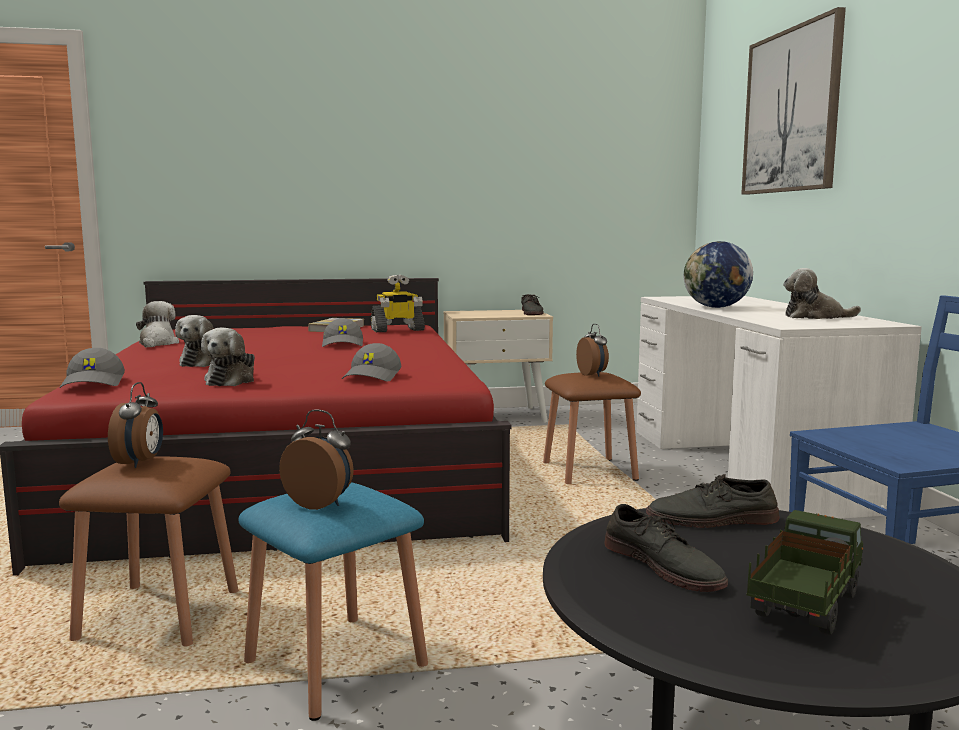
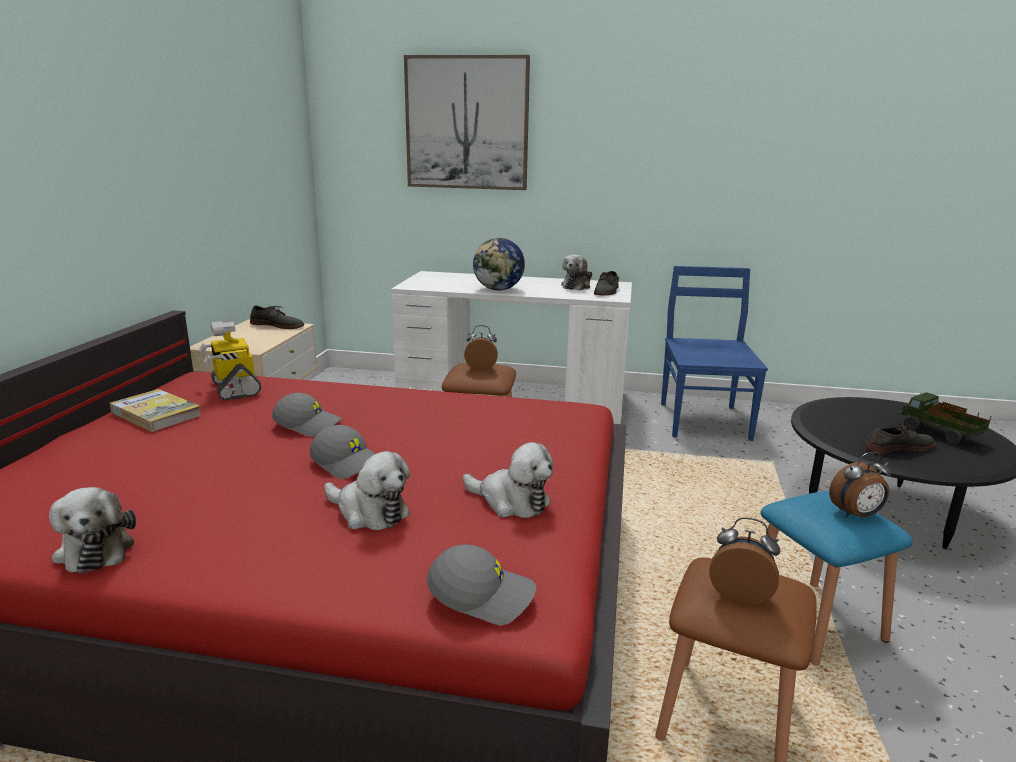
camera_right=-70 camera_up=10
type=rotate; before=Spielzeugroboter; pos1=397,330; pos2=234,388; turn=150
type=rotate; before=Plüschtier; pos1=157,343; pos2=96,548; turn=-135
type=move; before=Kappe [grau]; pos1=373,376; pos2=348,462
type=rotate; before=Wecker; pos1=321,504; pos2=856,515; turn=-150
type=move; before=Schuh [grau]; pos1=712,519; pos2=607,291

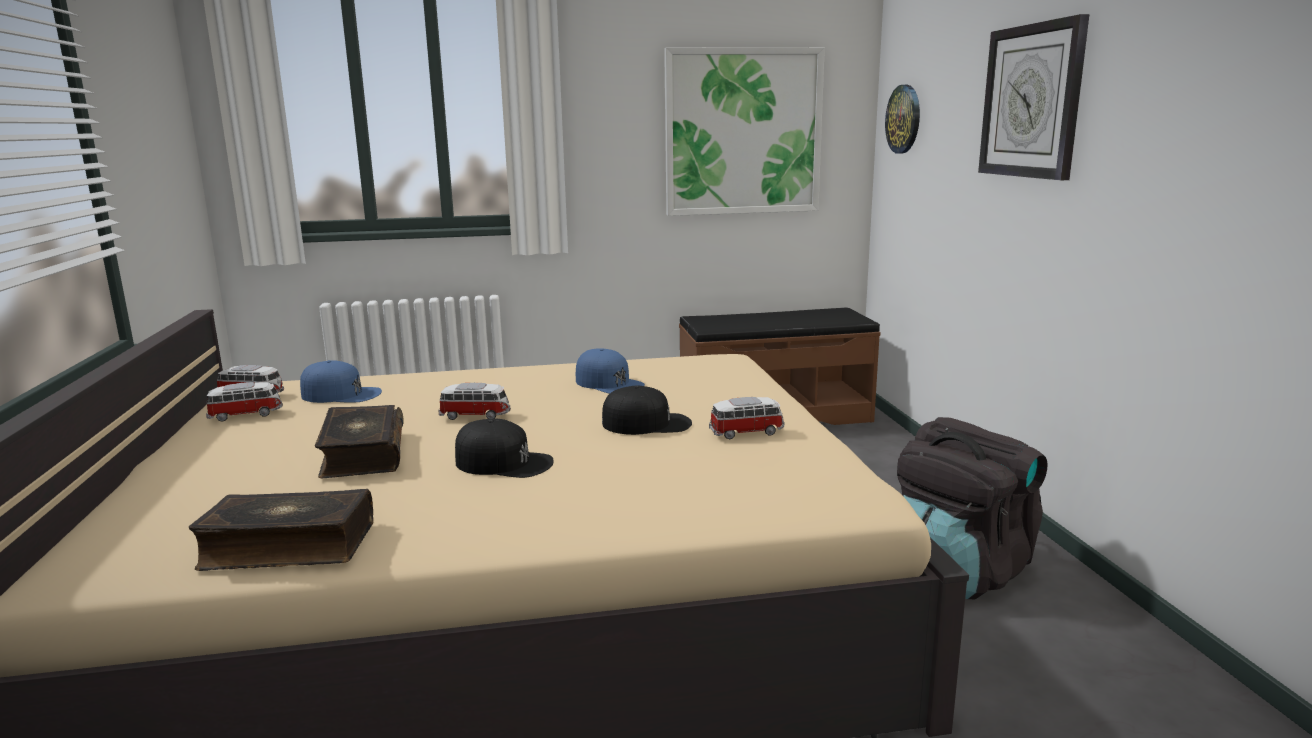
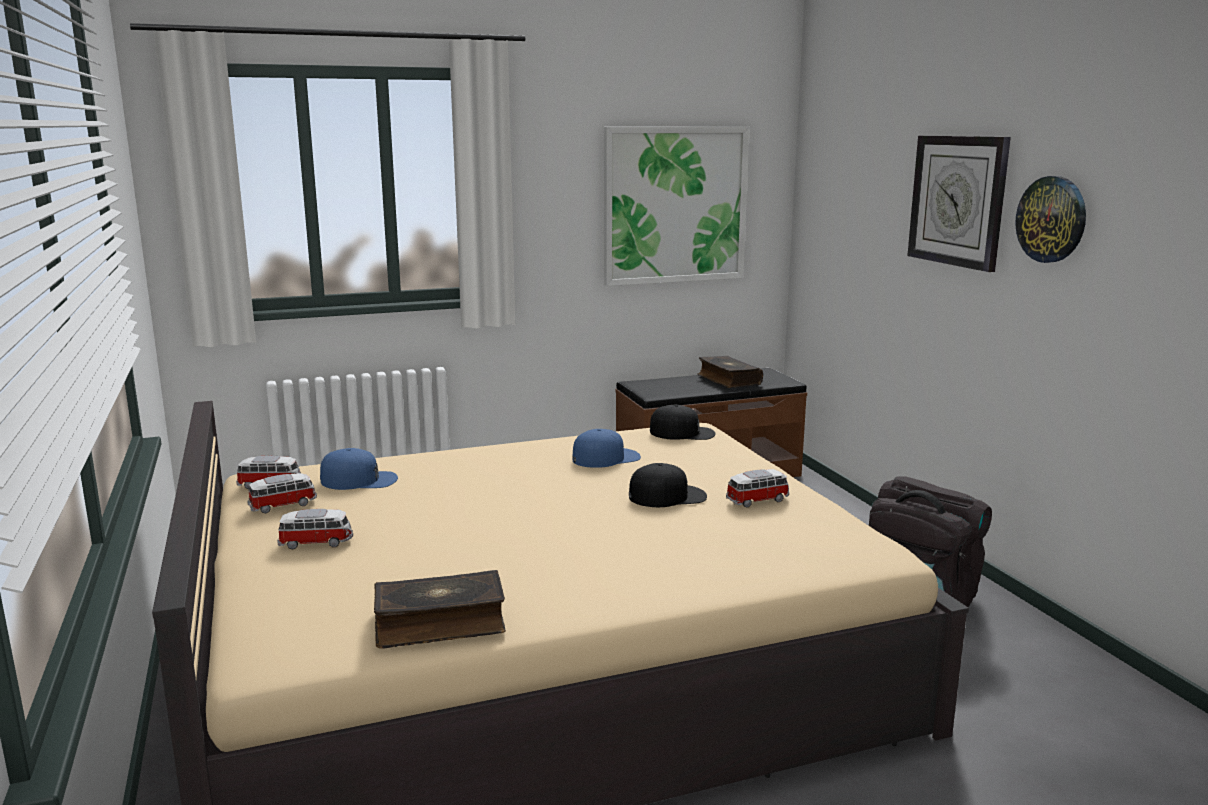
camera_right=-10 camera_up=0
type=move; before=Wanduhr; pos1=904,119; pos2=1051,219
type=rotate; before=Kappe [blau]; pos1=609,383; pos2=606,458; turn=-60
type=move; before=Spielzeugauto; pos1=476,416; pos2=316,543
type=move; before=Buch; pos1=362,455; pos2=728,380
type=move; before=Kappe [schwarz]; pos1=504,462; pos2=682,432

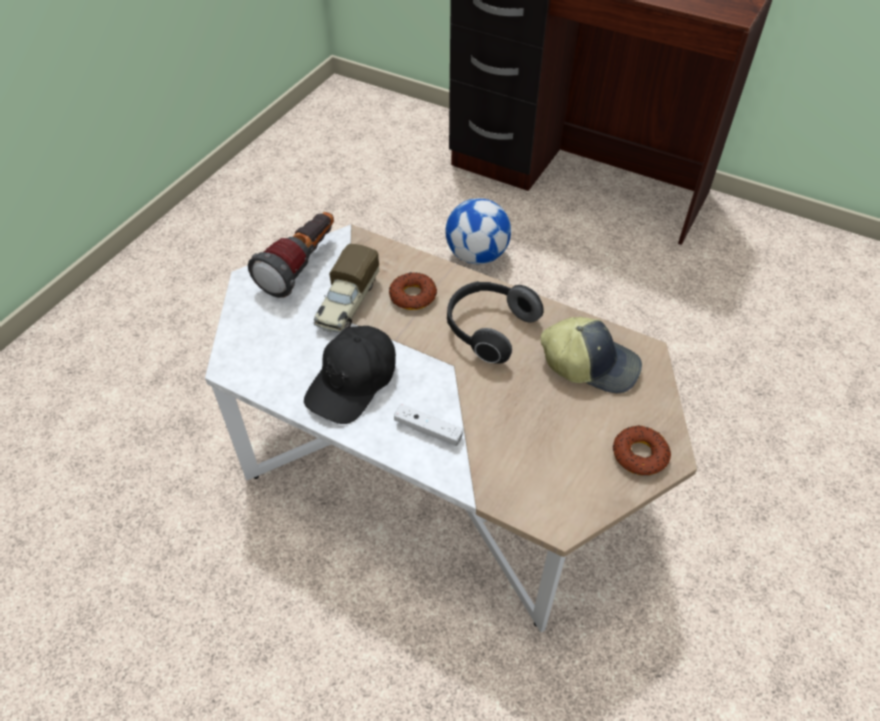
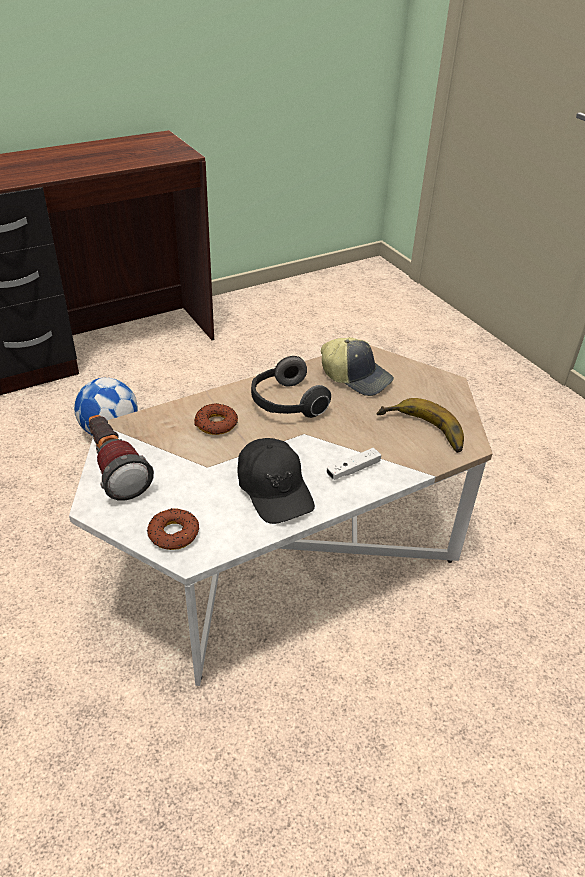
camera_right=-60 camera_up=-10
type=delete; before=Spielzeuglaster; pos1=347,304
type=rotate; before=Kappe; pos1=590,364; pos2=356,377; turn=75
type=move; before=Donut; pos1=639,454; pos2=173,533
type=insert; after=Banane; pos2=421,433

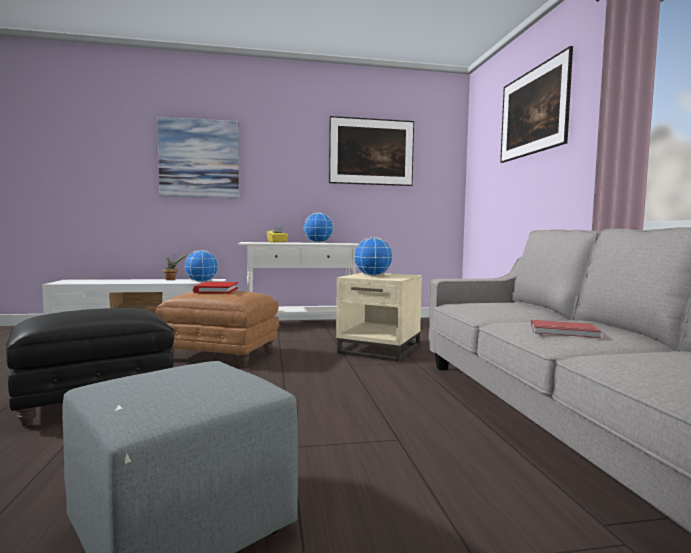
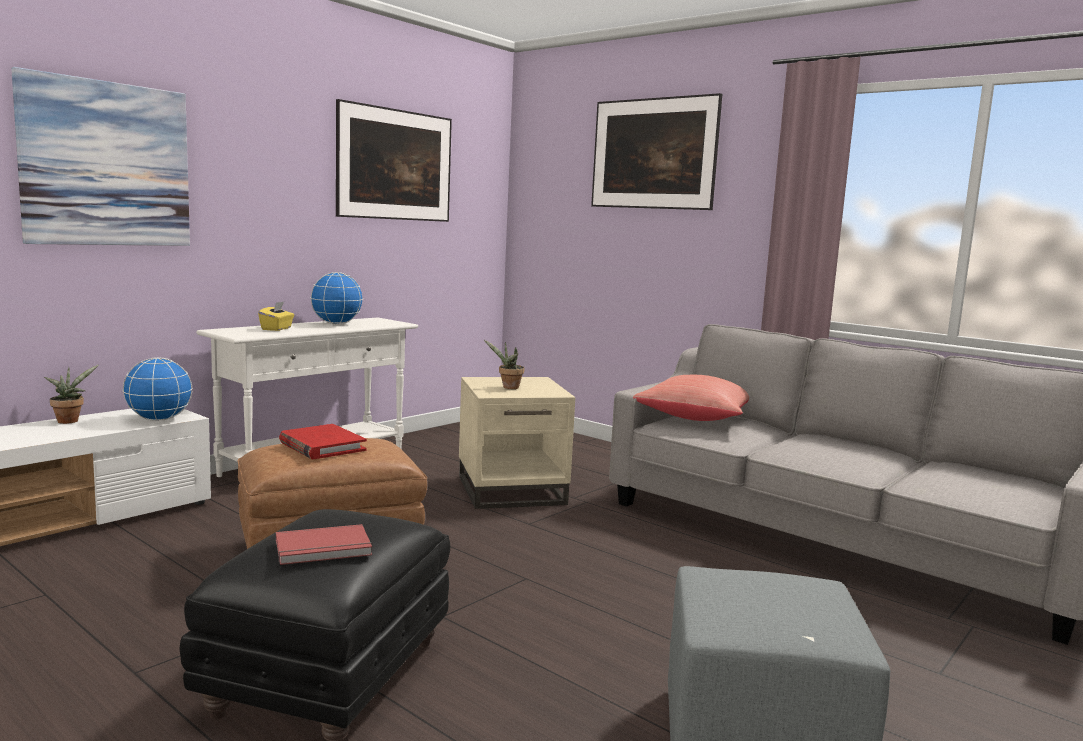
camera_right=-40 camera_up=5
type=replace; before=Globus; after=Topfpflanze; pos1=373,275; pos2=508,387
type=move; before=Buch [rot]; pos1=564,332; pos2=324,549
type=insert; after=Kissen [rot]; pos2=697,418

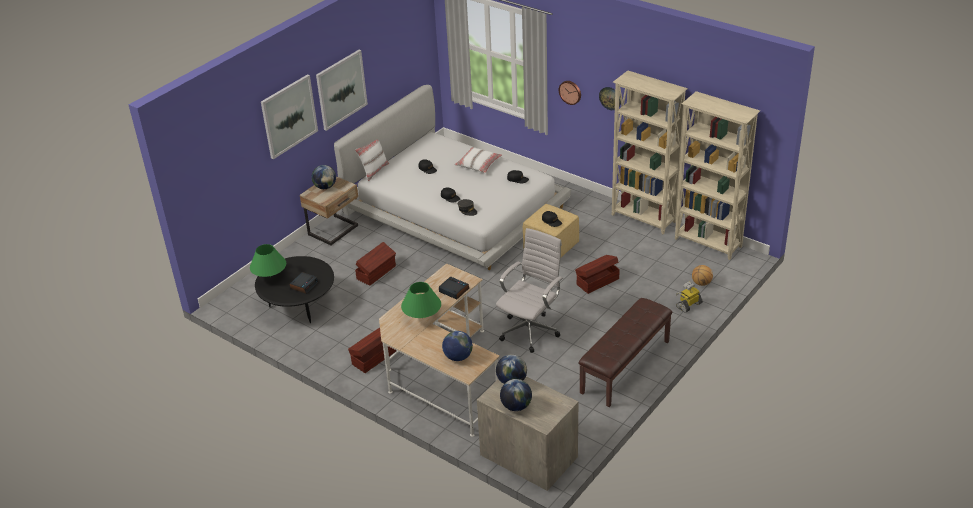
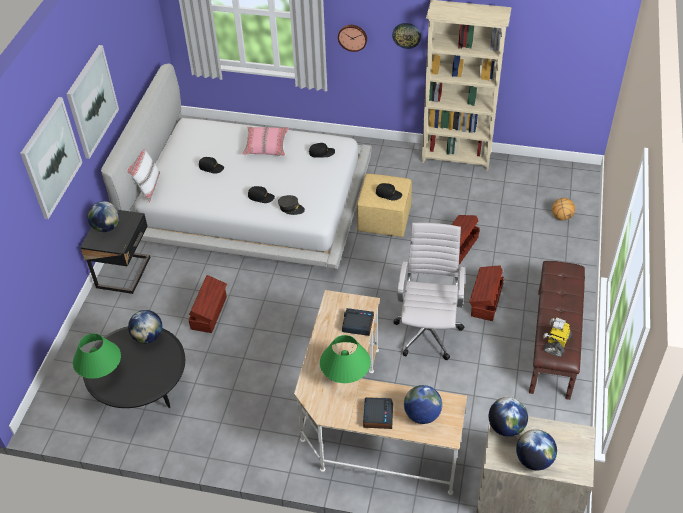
camera_right=-25 camera_up=10
type=delete; before=Bücherregal [beige]; pos1=708,243
type=recolor; before=Kissen [weiß]; after=Kissen [rosa]; pos1=478,164; pos2=266,146
type=recolor; before=Nachttisch [beige]; after=Nachttisch [schwarz]; pos1=334,231; pos2=125,273
type=move; before=Wecker; pos1=304,285; pos2=377,415
type=move; before=Spielzeugroboter; pos1=688,305; pos2=556,343
type=move; before=Aufbewahrungsbox [braun]; pos1=373,357; pos2=485,301
type=insert; after=Globus; pos2=148,336

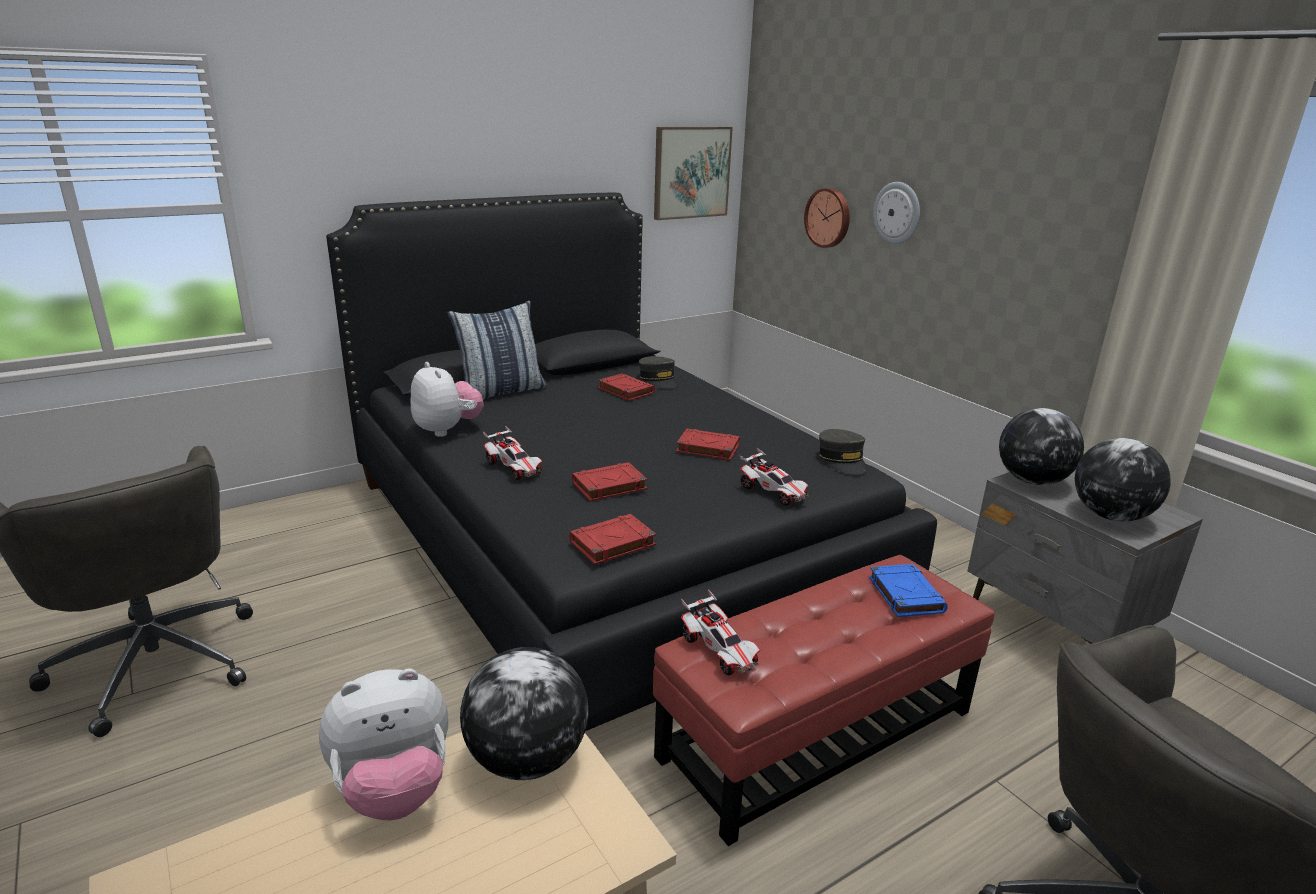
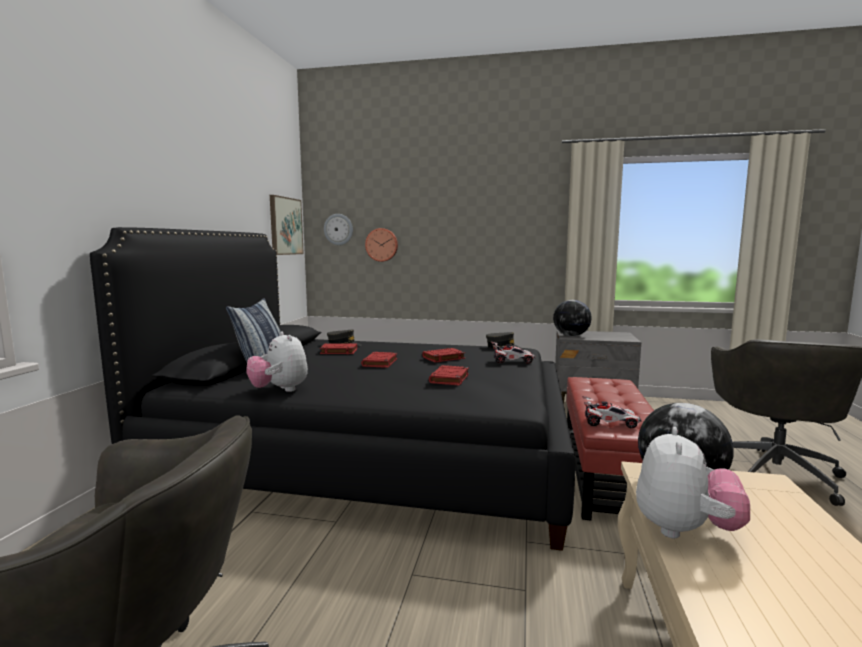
camera_right=-45 camera_up=-15
type=move; before=Wanduhr; pos1=897,213; pos2=338,229
type=rotate; before=Plüschtier; pos1=447,430; pos2=279,390; turn=-135
type=delete; before=Spielzeugauto; pos1=514,468
type=delete; before=Globus; pos1=1110,516
type=move; before=Buch [rot]; pos1=612,544; pos2=380,363
type=delete; before=Buch [blau]; pos1=904,594

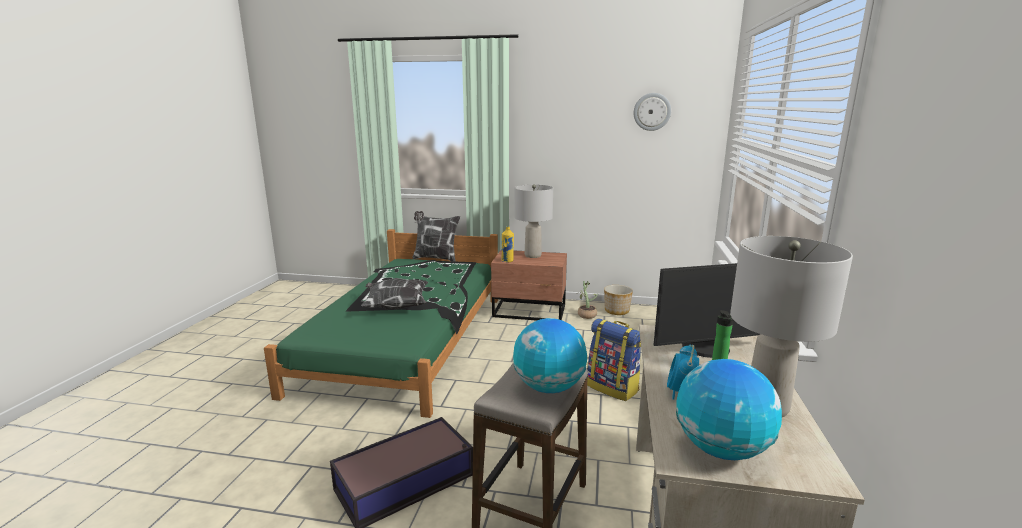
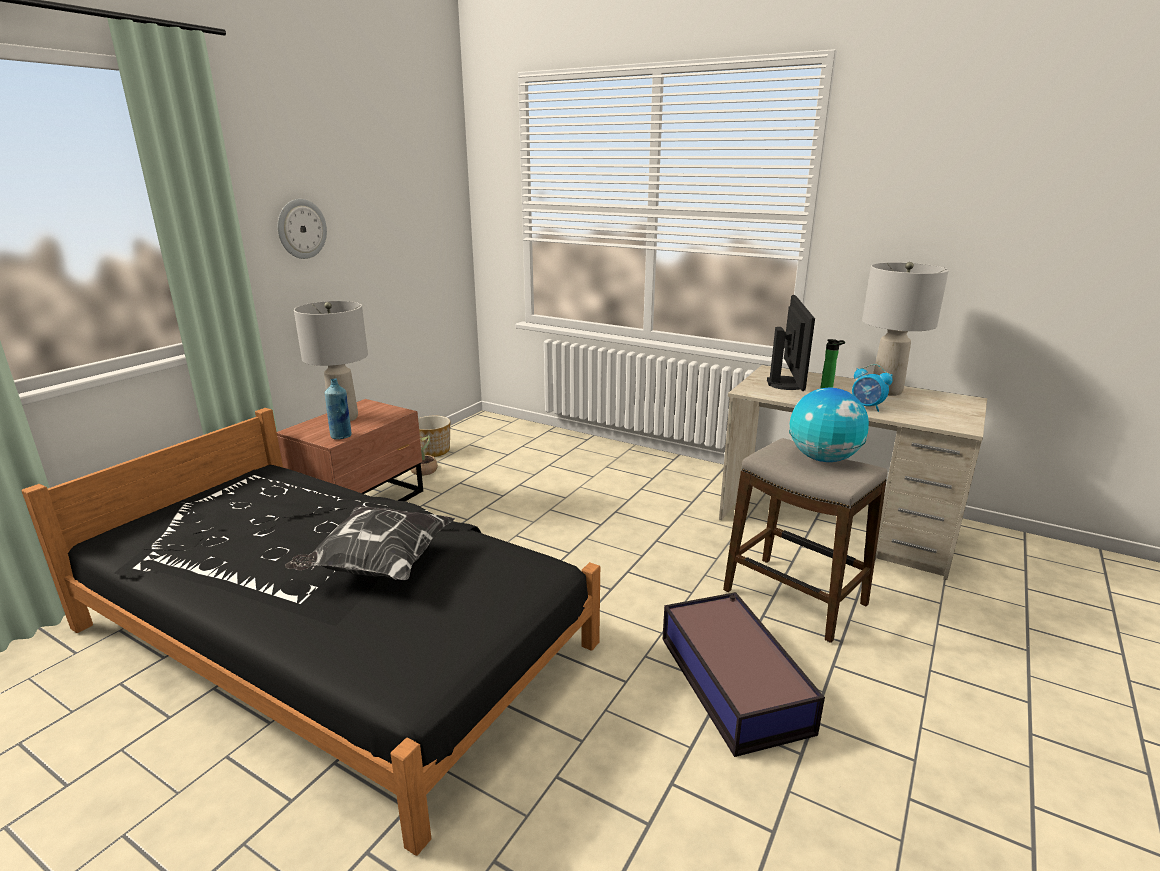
camera_right=-70 camera_up=5
type=move; before=Wanduhr; pos1=652,112; pos2=301,229
type=delete; before=Kissen; pos1=435,258
type=recolor; before=Flasche [gelb]; after=Flasche [blau]; pos1=507,261; pos2=341,436
type=recolor; before=Bett [grün]; after=Bett [schwarz]; pos1=407,340; pos2=331,635
type=delete; before=Rucksack; pos1=613,388
type=delete; before=Globus; pos1=721,449

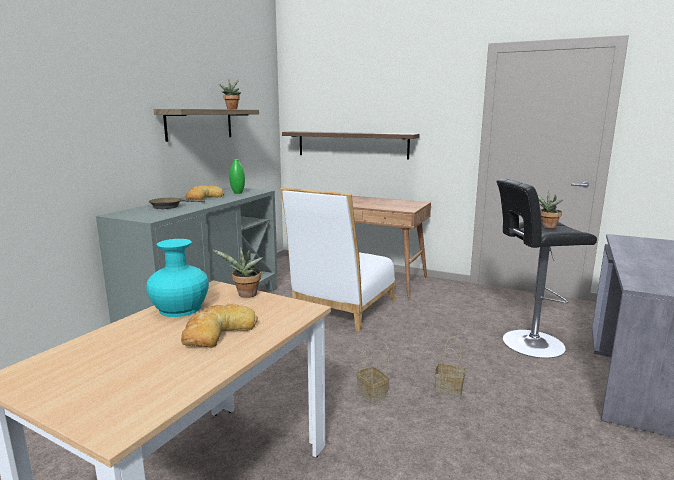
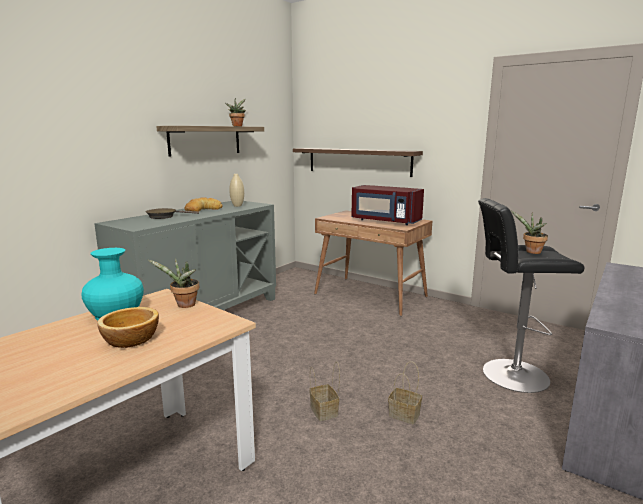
camera_right=10 camera_up=0
type=recolor; before=Vase [grün]; after=Vase [beige]; pos1=238,193; pos2=237,206
type=delete; before=Stuhl [weiß]; pos1=341,309
type=replace; before=Brot; after=Schüssel; pos1=217,332; pos2=130,340
type=insert; after=Mikrowelle [rot]; pos2=385,221

